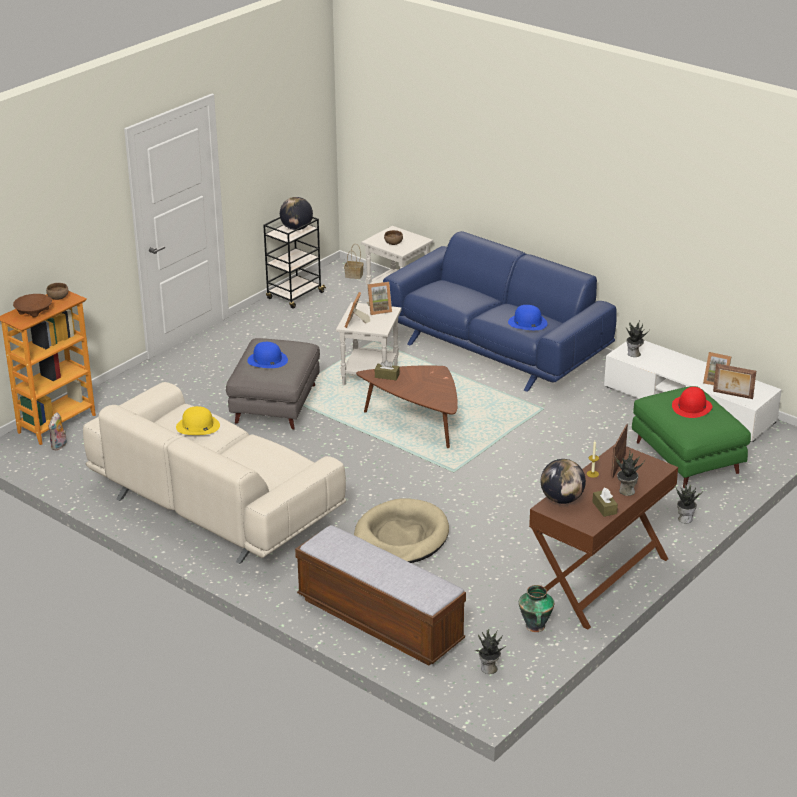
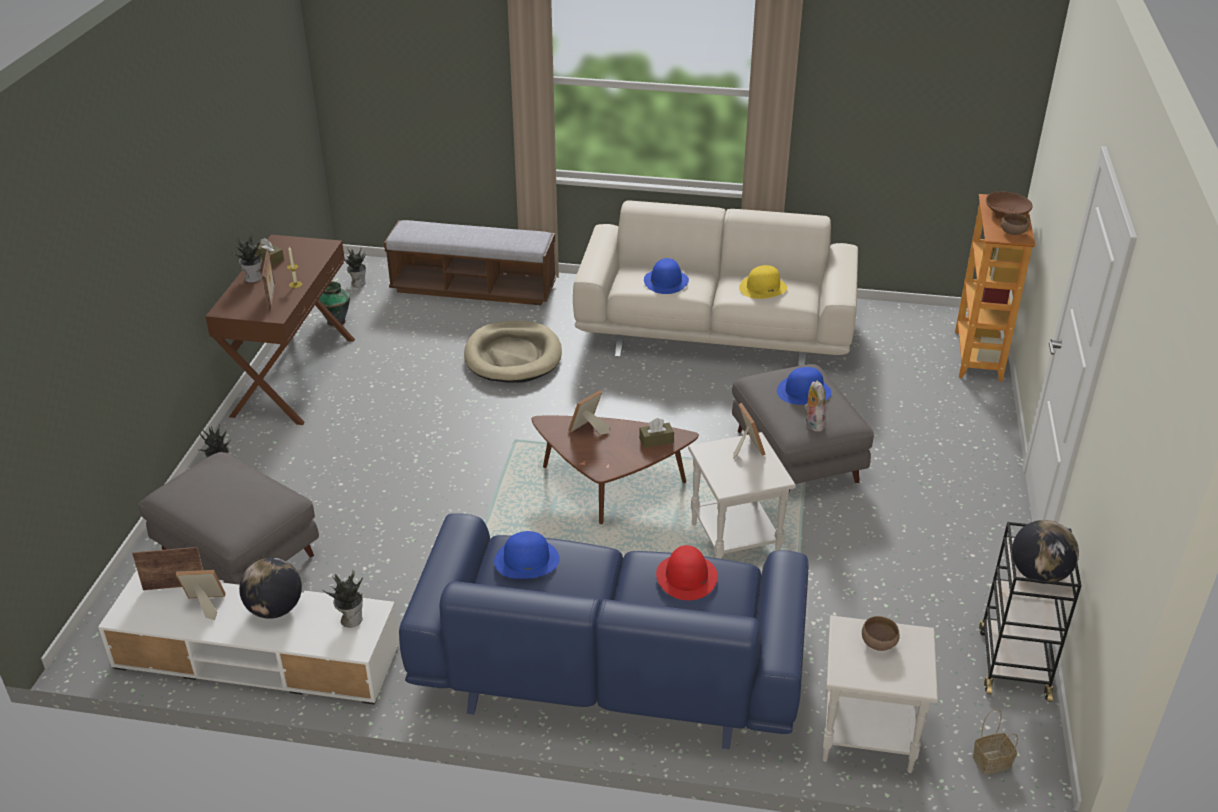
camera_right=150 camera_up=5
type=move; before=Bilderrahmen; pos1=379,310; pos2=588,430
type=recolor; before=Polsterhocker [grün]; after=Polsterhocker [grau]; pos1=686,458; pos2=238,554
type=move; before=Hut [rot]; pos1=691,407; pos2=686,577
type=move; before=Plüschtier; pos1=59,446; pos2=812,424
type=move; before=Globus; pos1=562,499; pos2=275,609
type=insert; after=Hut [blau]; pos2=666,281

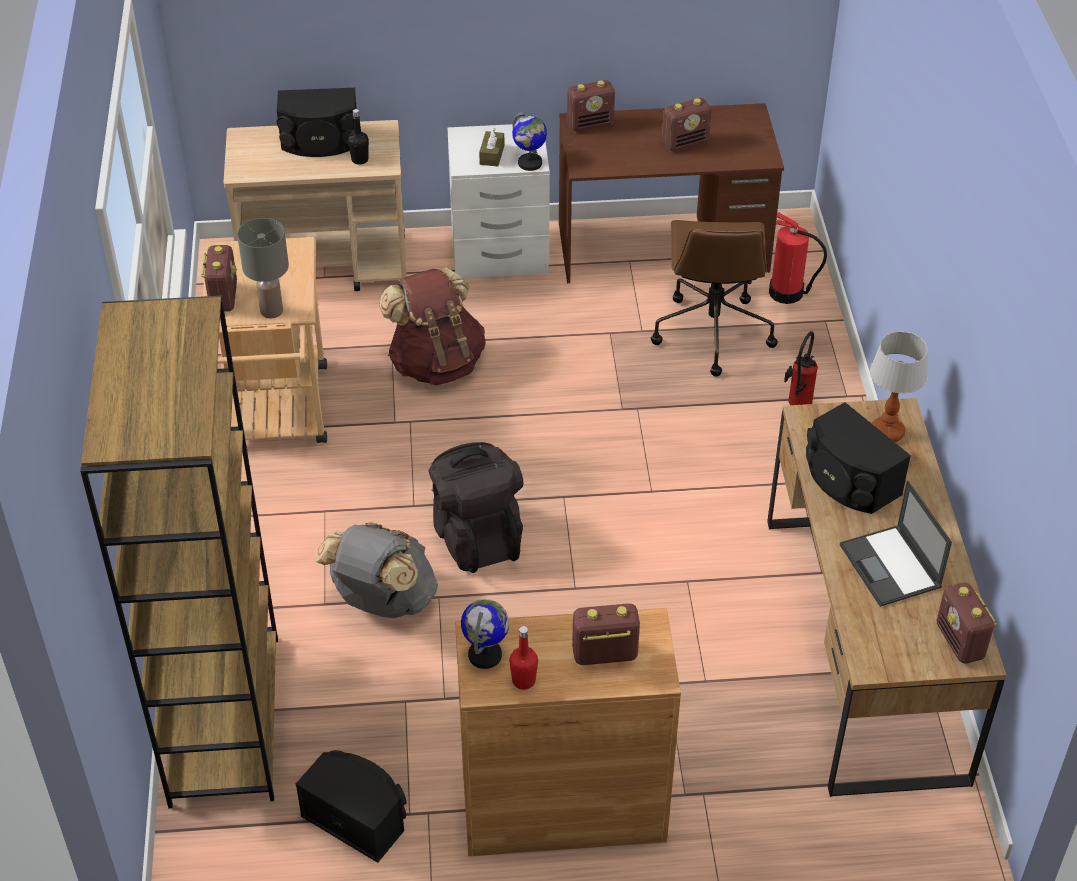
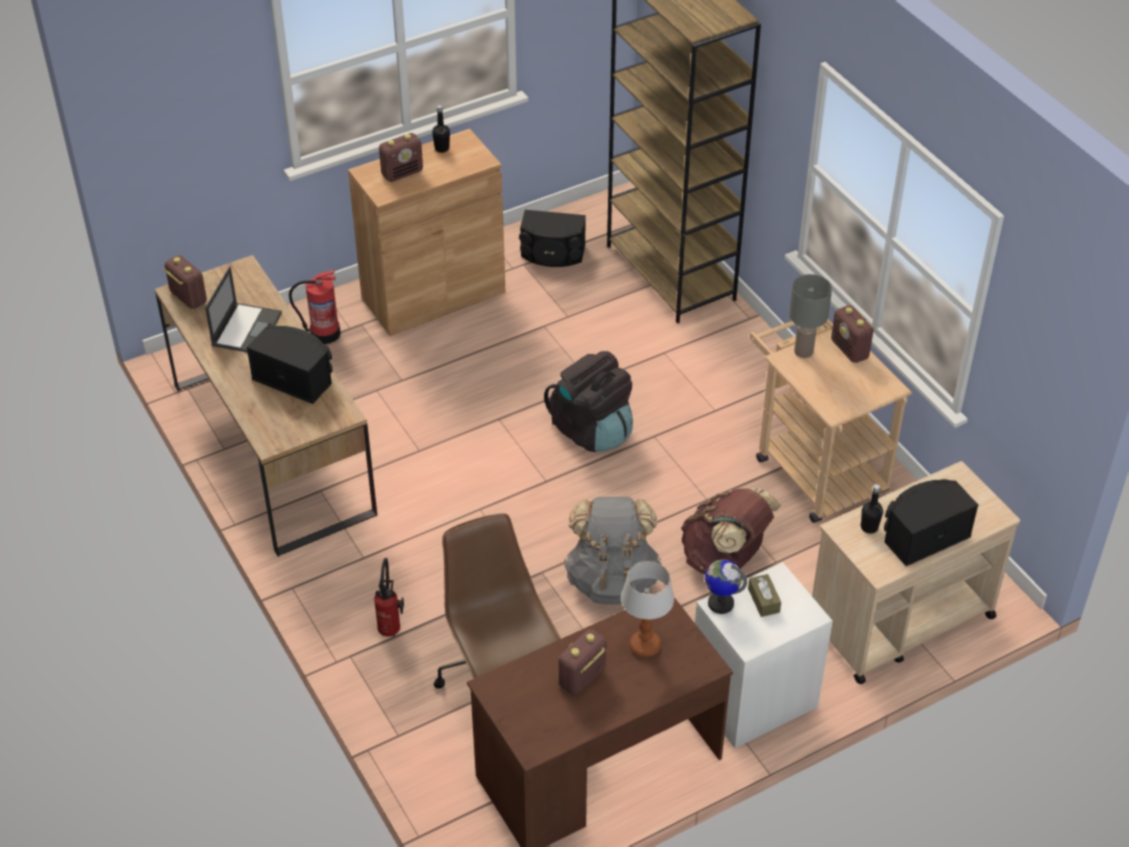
camera_right=155 camera_up=0
type=delete; before=Radio; pos1=590,124
type=move; before=Feuerlöscher; pos1=787,293; pos2=324,333
type=move; before=Tischlampe; pos1=887,433; pos2=644,645
type=rotate; before=Laptop; pos1=891,567; pos2=247,328; turn=60
type=move; before=Rucksack [grau]; pos1=382,601; pos2=612,580
type=delete; before=Globus; pos1=485,655
type=recolor; before=Flasche [rot]; after=Flasche [schwarz]; pos1=523,681; pos2=442,148

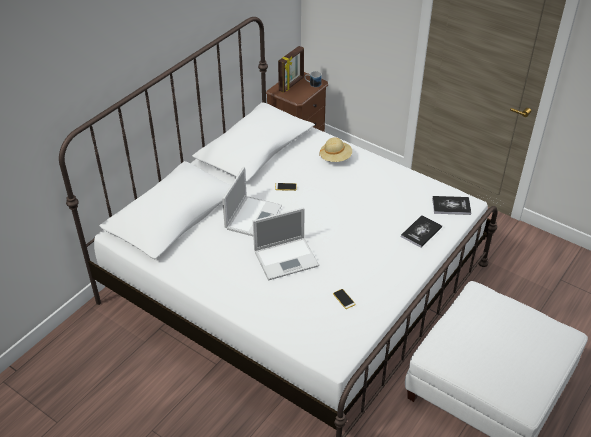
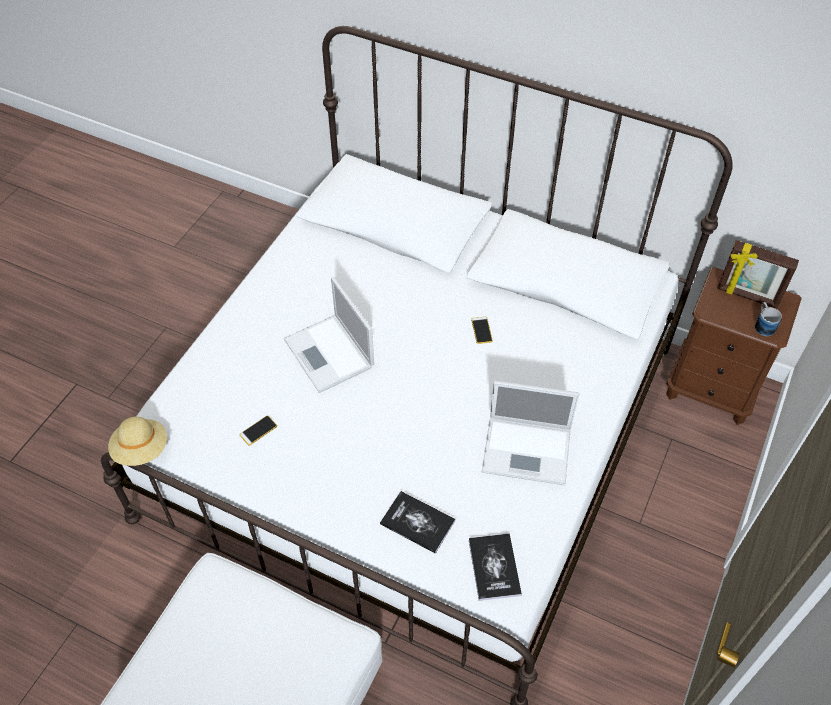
camera_right=80 camera_up=10
type=move; before=Hut [beige]; pos1=335,158; pos2=141,449
type=move; before=Laptop; pos1=253,216; pos2=528,450

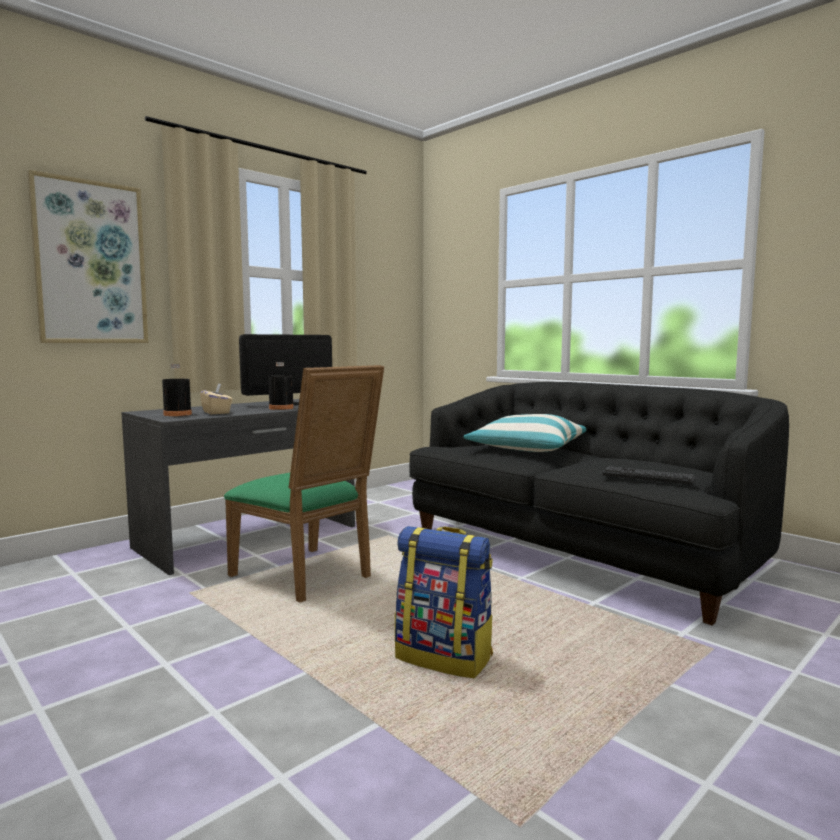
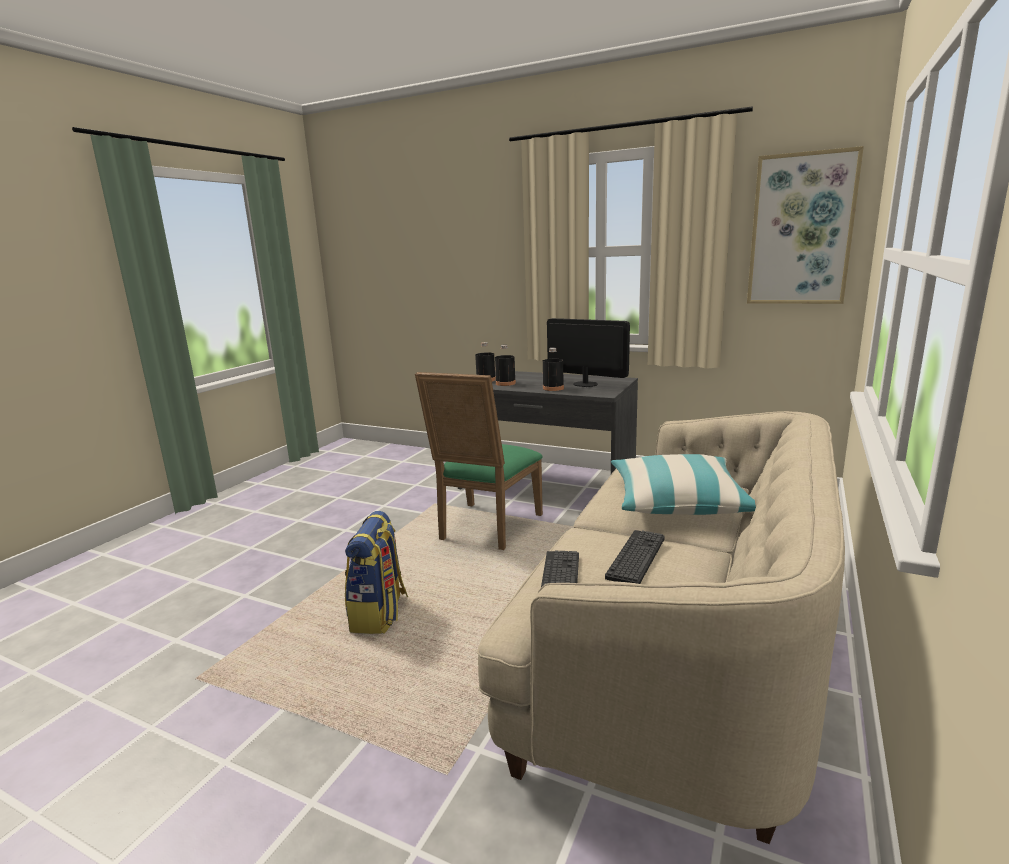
camera_right=70 camera_up=10
type=move; before=Bild; pos1=90,263; pos2=801,230
type=recolor; before=Sofa [schwarz]; after=Sofa [beige]; pos1=580,551; pos2=678,651
type=replace; before=Taschentuchbox [beige]; after=Flasche [schwarz]; pos1=216,412; pos2=505,383
type=insert; after=Tastatur; pos2=636,557

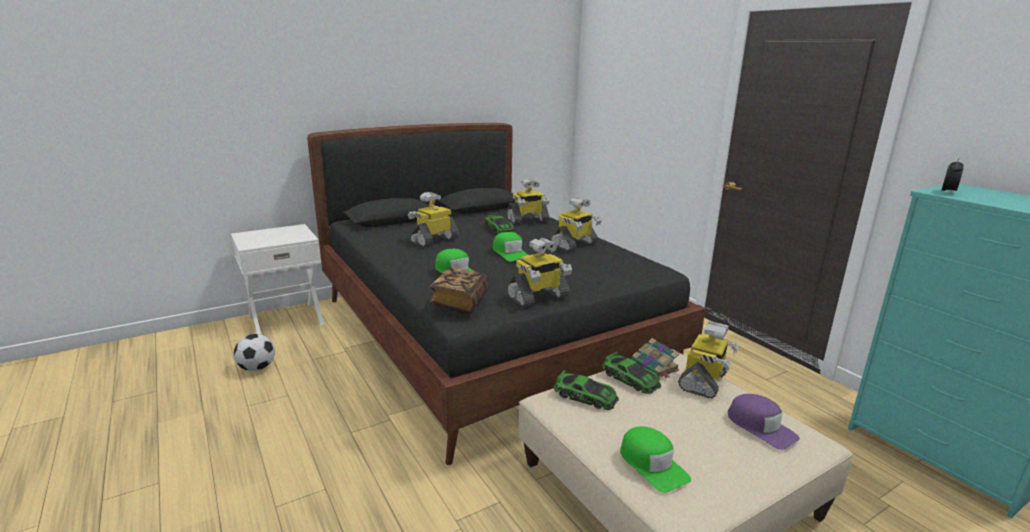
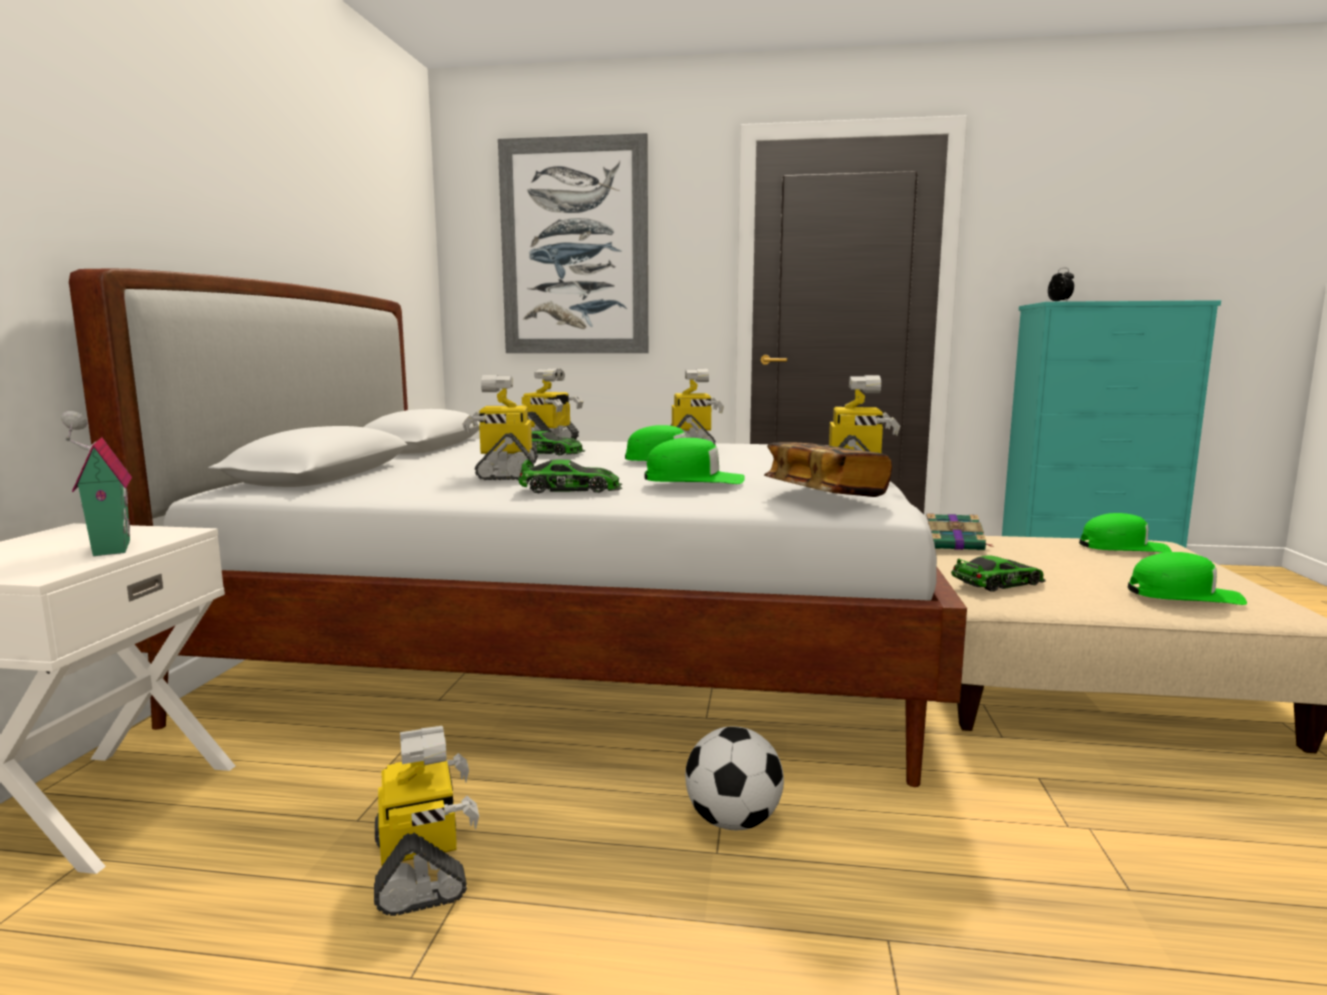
camera_right=-50 camera_up=-10
type=recolor; before=Bett [schwarz]; after=Bett [weiß]; pos1=487,335; pos2=584,648
type=move; before=Spielzeugroboter; pos1=704,381; pos2=422,868
type=move; before=Fußball; pos1=257,368; pos2=733,821
type=move; before=Spielzeugauto; pos1=631,378; pos2=571,489
type=recolor; before=Kappe [lila]; after=Kappe [grün]; pos1=761,427; pos2=1123,547
type=insert; after=Bild; pos2=574,247
type=insert; after=Spielzeughaus; pos2=106,548

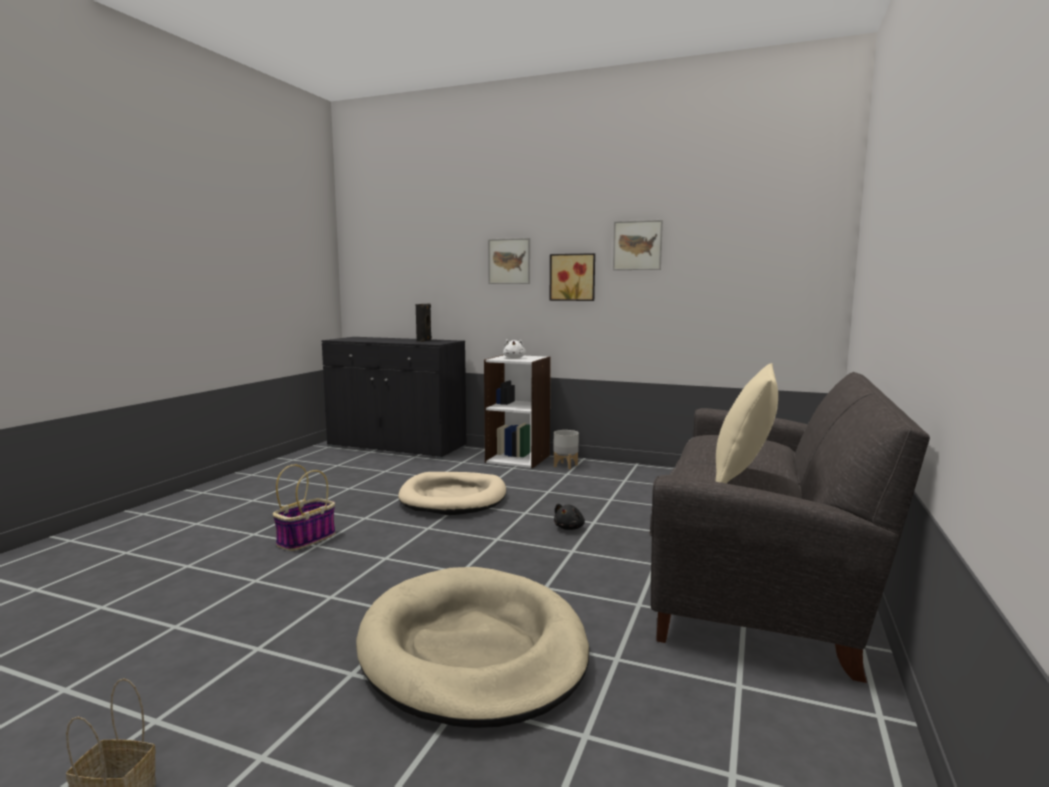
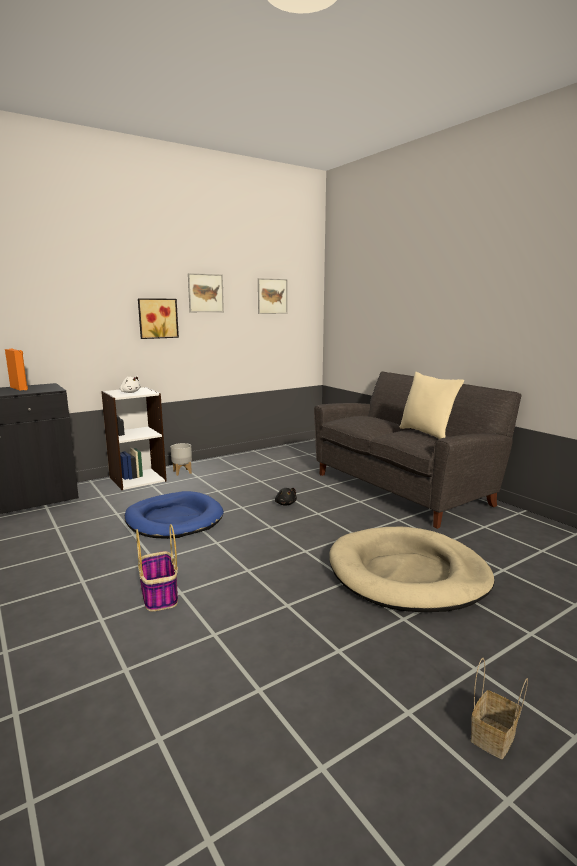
camera_right=-55 camera_up=5
type=move; before=Bild; pos1=509,261; pos2=272,296
type=recolor; before=Lautsprecher [schwarz]; after=Lautsprecher [orange]; pos1=424,340; pos2=19,388
type=recolor; before=Hundebett [beige]; after=Hundebett [blau]; pos1=453,498; pos2=174,519

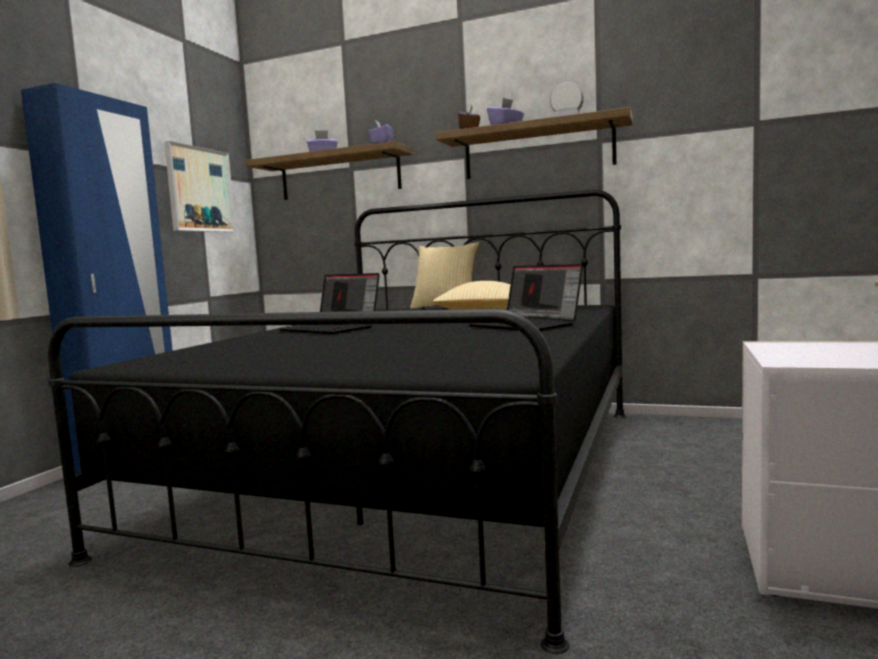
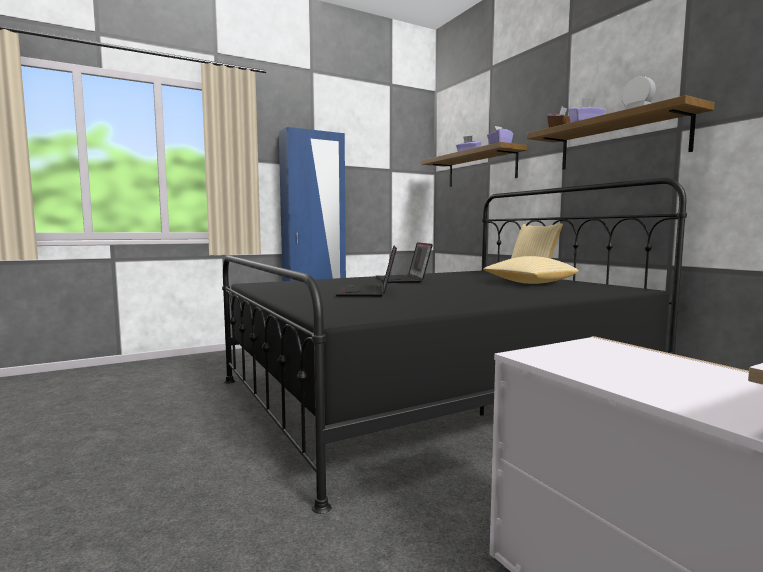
camera_right=40 camera_up=0
type=delete; before=Bild; pos1=200,190
type=move; before=Laptop; pos1=527,325; pos2=368,292

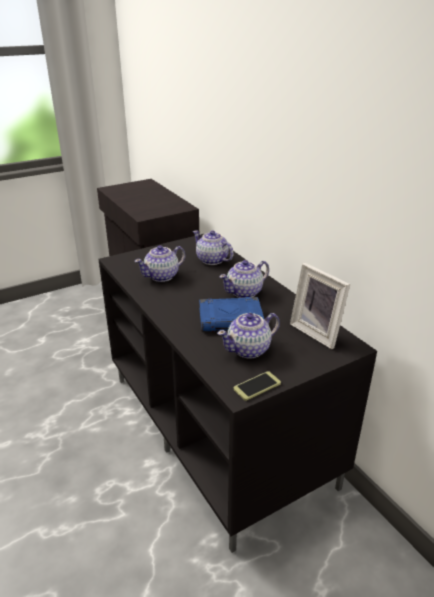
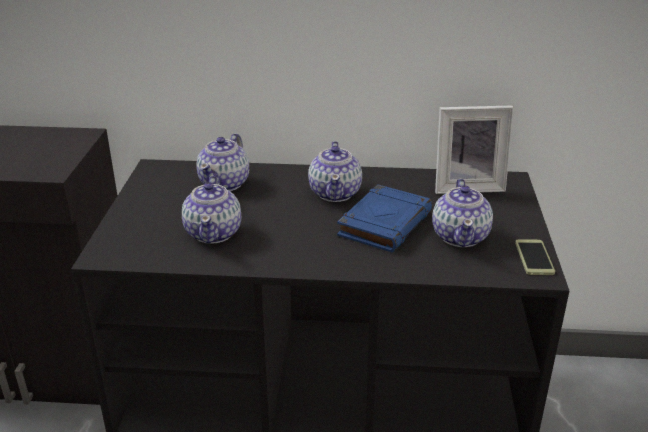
camera_right=-55 camera_up=0
type=rotate; before=Teekanne; pos1=212,260; pos2=225,183; turn=-60

